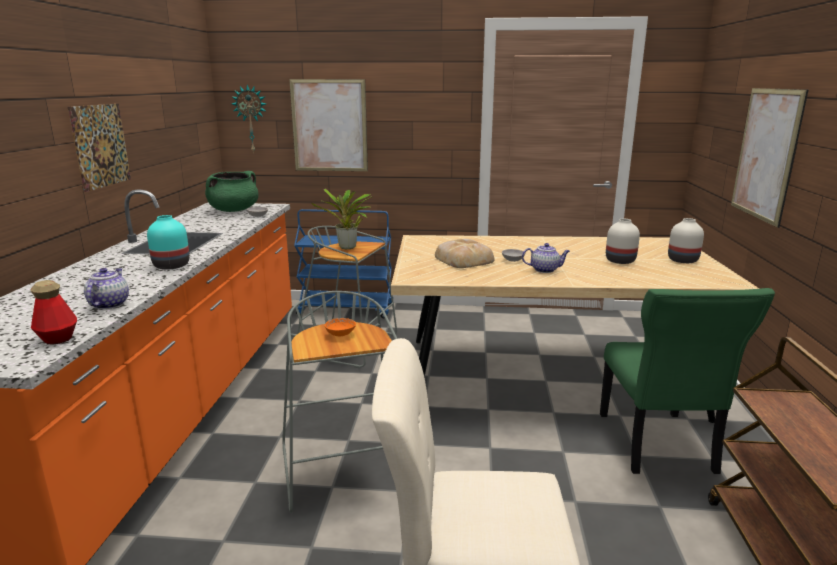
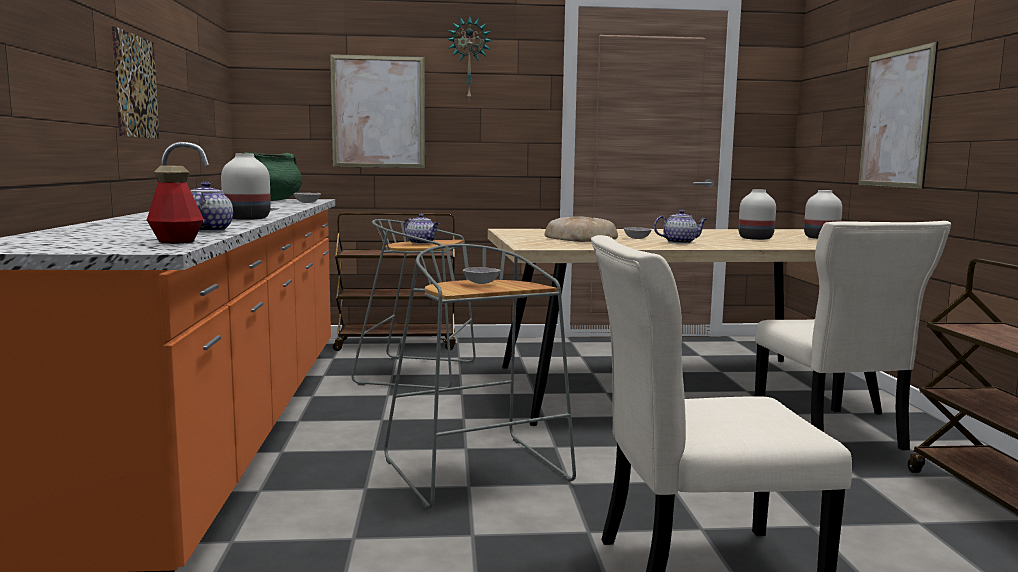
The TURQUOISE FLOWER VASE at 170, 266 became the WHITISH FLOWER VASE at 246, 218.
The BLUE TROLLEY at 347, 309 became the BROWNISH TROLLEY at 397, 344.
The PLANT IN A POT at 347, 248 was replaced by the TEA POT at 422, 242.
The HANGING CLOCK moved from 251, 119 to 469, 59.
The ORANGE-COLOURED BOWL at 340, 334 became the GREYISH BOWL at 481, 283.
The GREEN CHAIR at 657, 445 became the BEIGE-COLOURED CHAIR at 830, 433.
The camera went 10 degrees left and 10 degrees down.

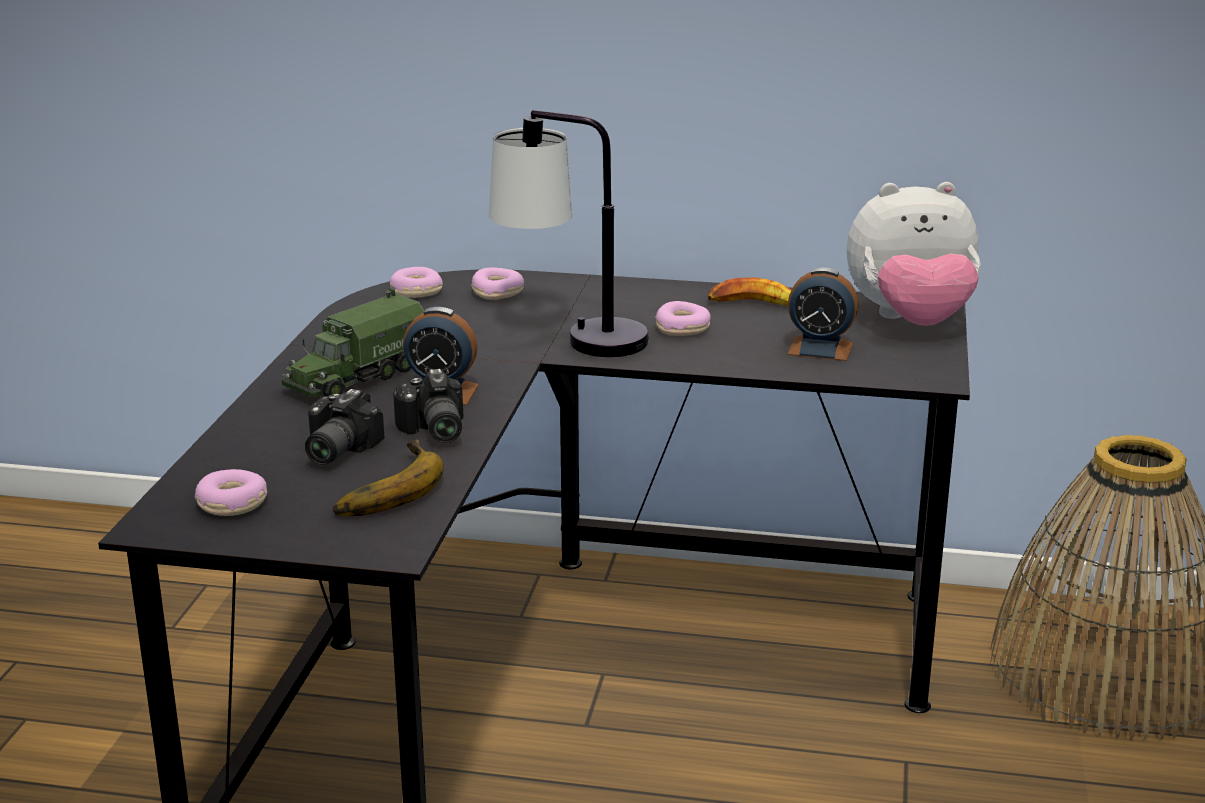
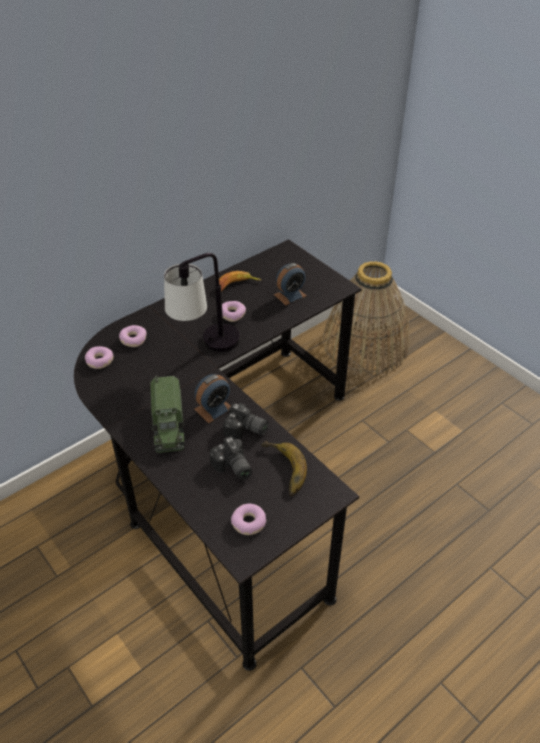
The CUDDLY TOY at 911, 322 disappeared.
The camera went 50 degrees left and 20 degrees up.

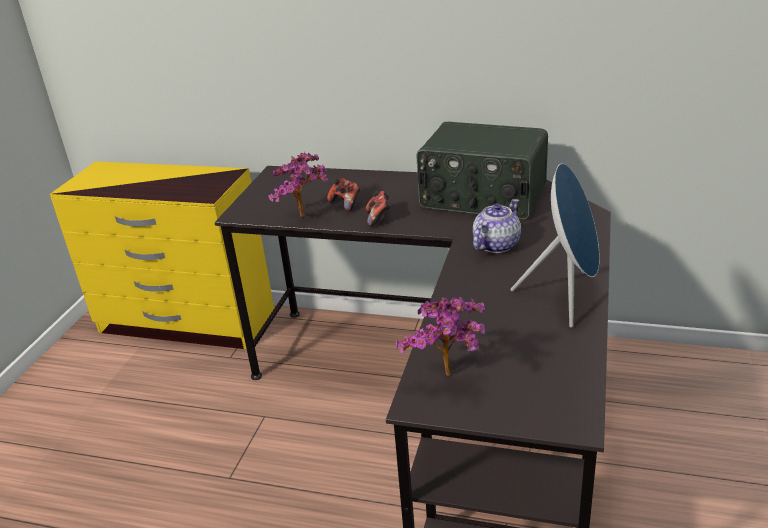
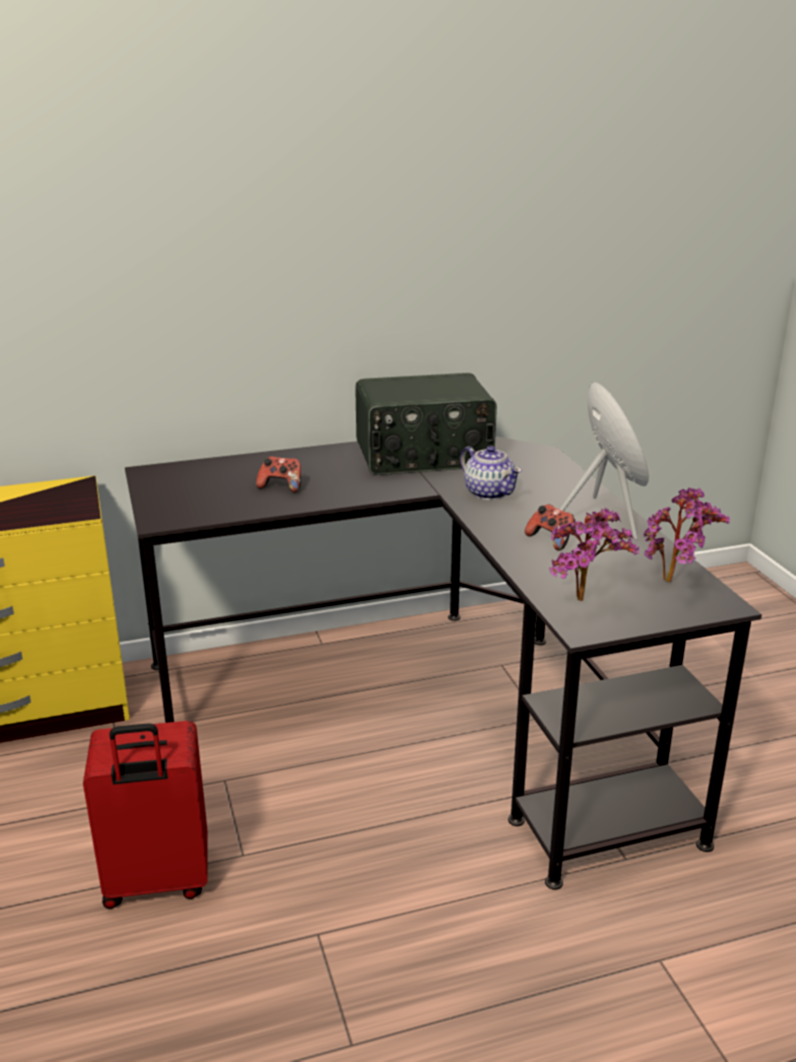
The RED TRAVEL CASE at 157, 882 appeared.
The TEA POT at 495, 245 turned 135 degrees clockwise.
The GAME CONTROLLER moved from 378, 218 to 551, 540.
The PLANT IN A POT moved from 305, 217 to 675, 582.
The camera went 35 degrees left and 5 degrees down.

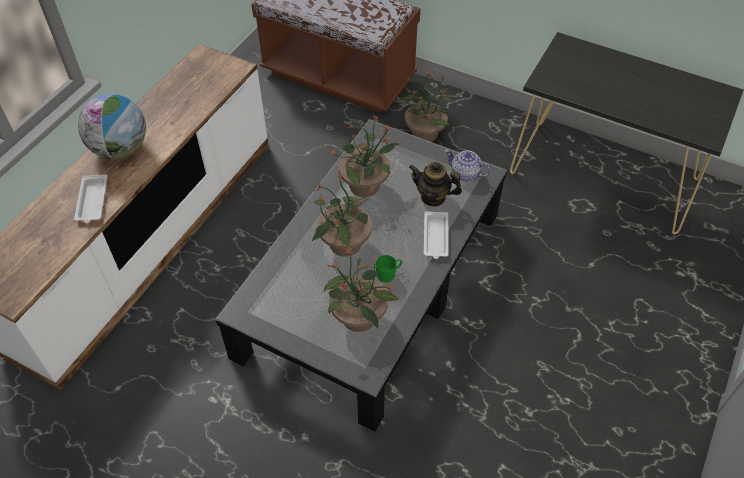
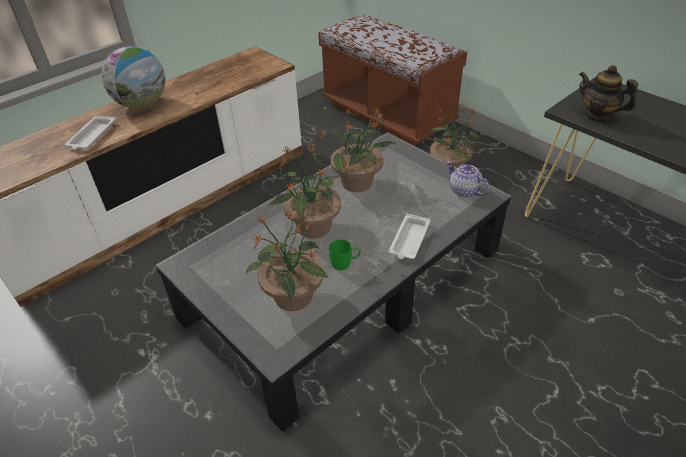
The TEA POT moved from 433, 197 to 598, 115.
The camera went 20 degrees right and 10 degrees down.

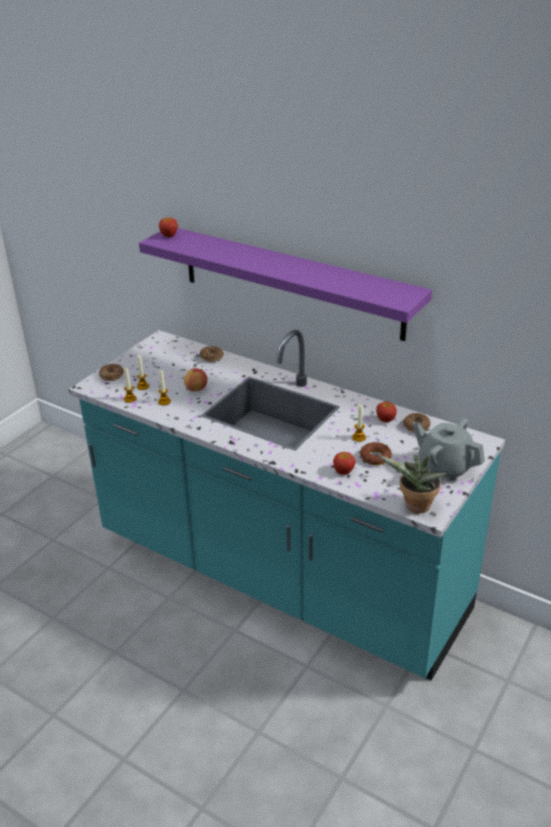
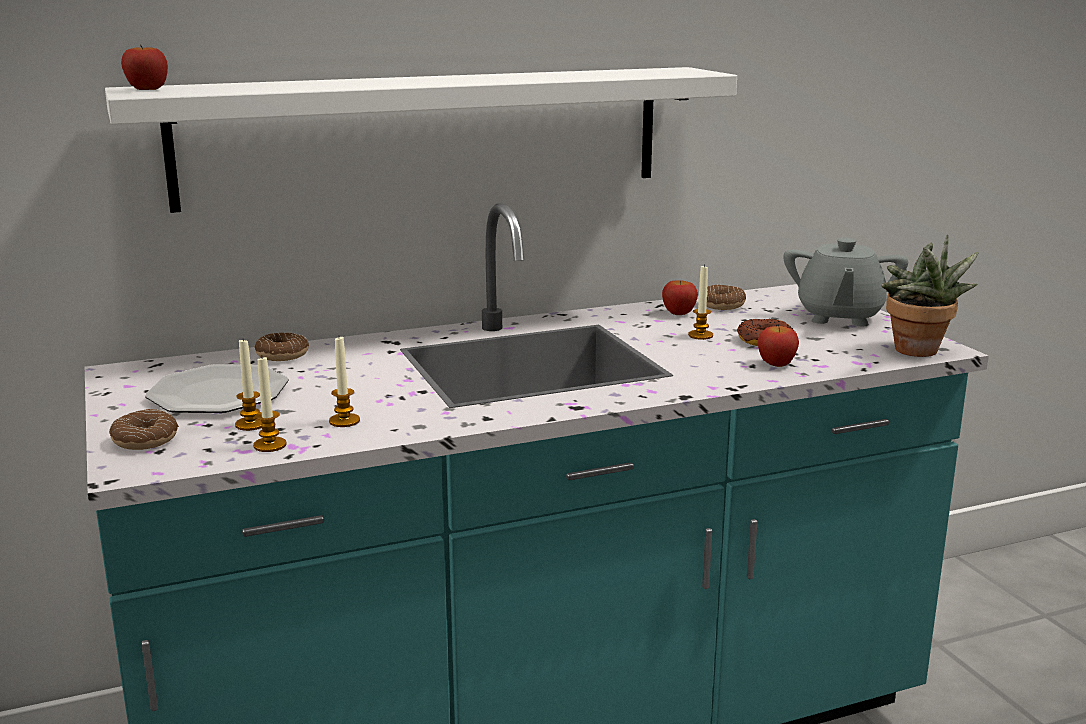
The PURPLE-COLOURED BRACKET SHELF at 290, 282 became the WHITISH BRACKET SHELF at 426, 135.
The PLATE at 218, 393 appeared.
The GREYISH TEA POT at 445, 466 turned 60 degrees counterclockwise.
The WHOLE APPLE at 196, 389 disappeared.
The camera went 55 degrees left and 15 degrees down.

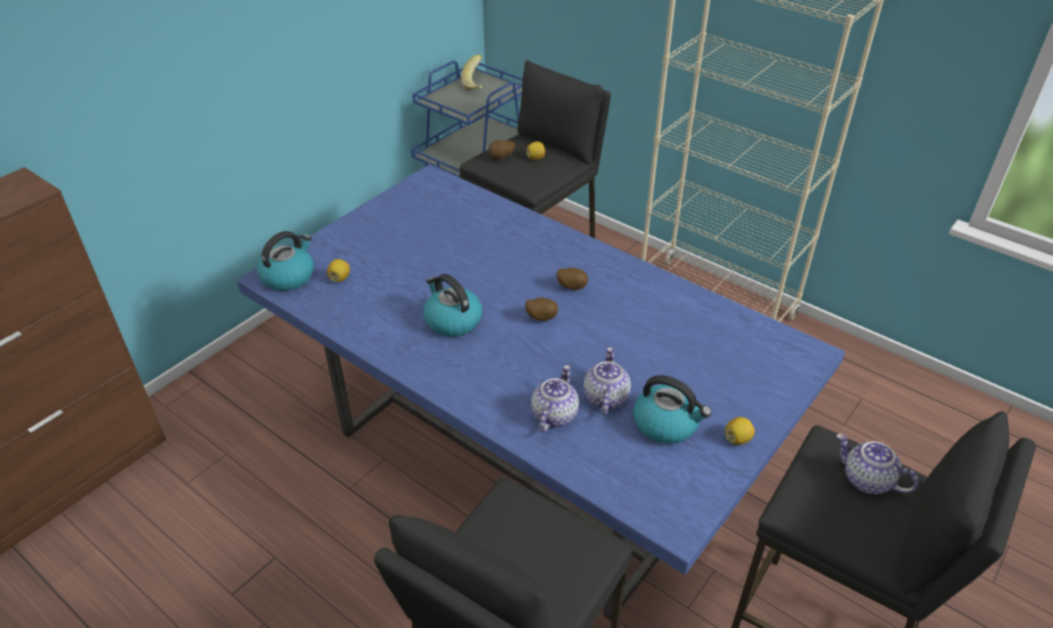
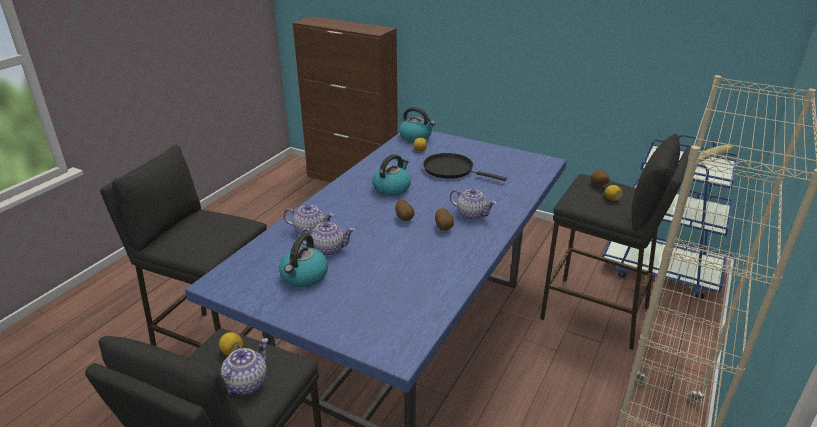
The WHOLE LEMON moved from 737, 439 to 232, 351.
The BLACKISH PAN at 451, 170 appeared.
The TEA POT at 472, 215 appeared.
The camera went 80 degrees right and 10 degrees down.

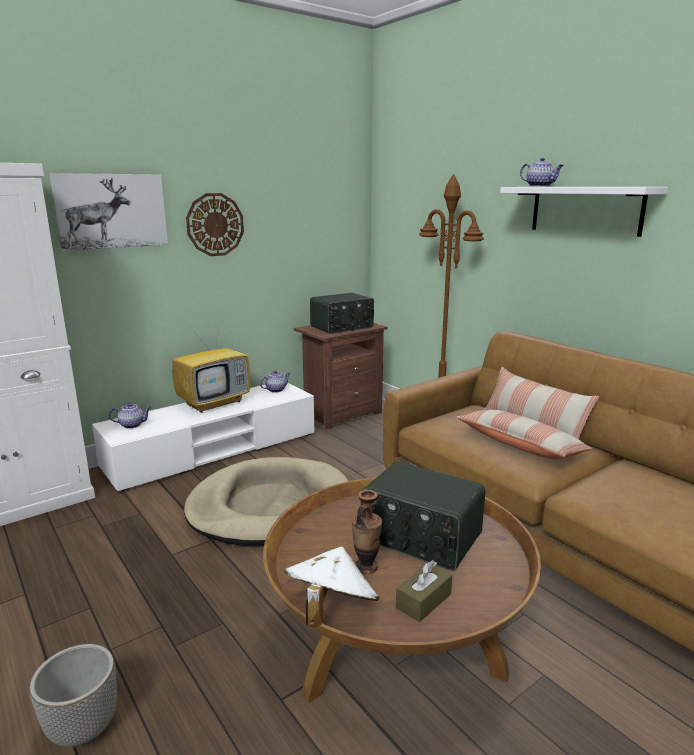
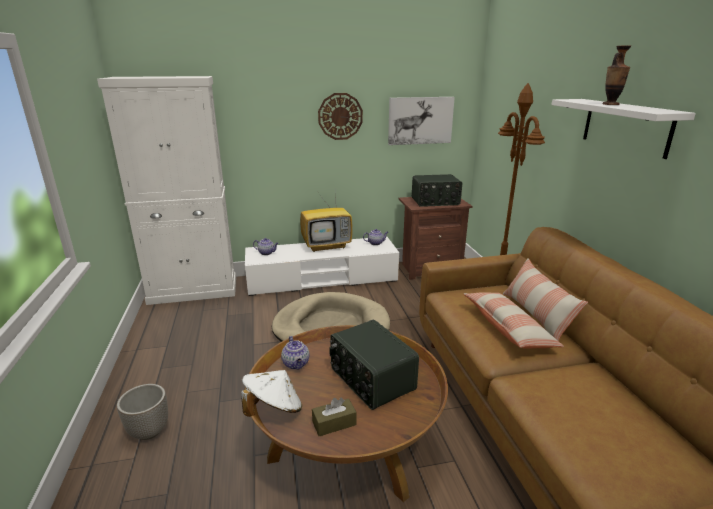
The TEA POT moved from 540, 186 to 296, 364.
The WALL ART moved from 111, 211 to 420, 120.
The FLOWER VASE moved from 366, 567 to 610, 104.
The camera went 25 degrees right and 5 degrees up.

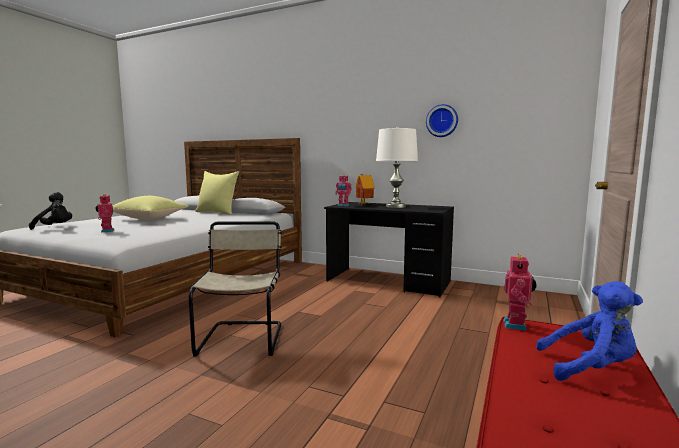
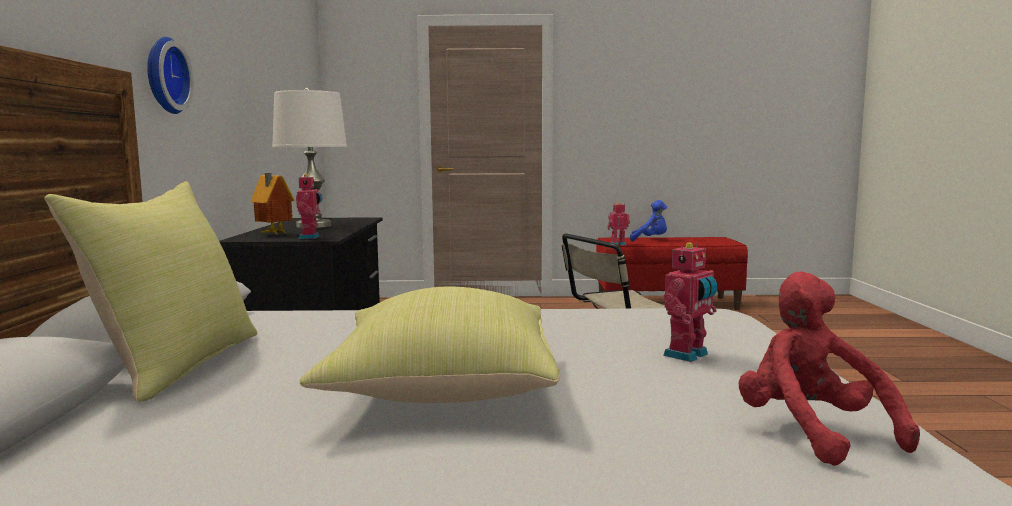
The HANGING CLOCK moved from 442, 121 to 163, 75.
The BLUE CUDDLY TOY at 590, 368 turned 120 degrees clockwise.
The BLACKISH CUDDLY TOY at 55, 227 became the RED CUDDLY TOY at 811, 432.
The camera went 115 degrees left and 0 degrees up.

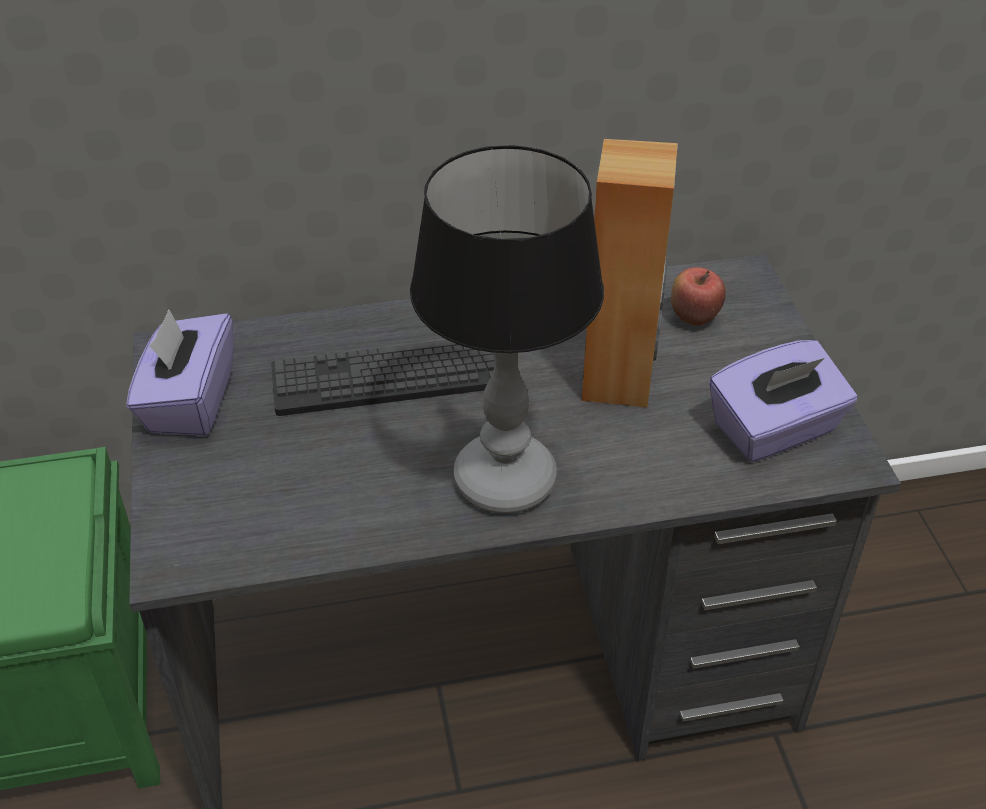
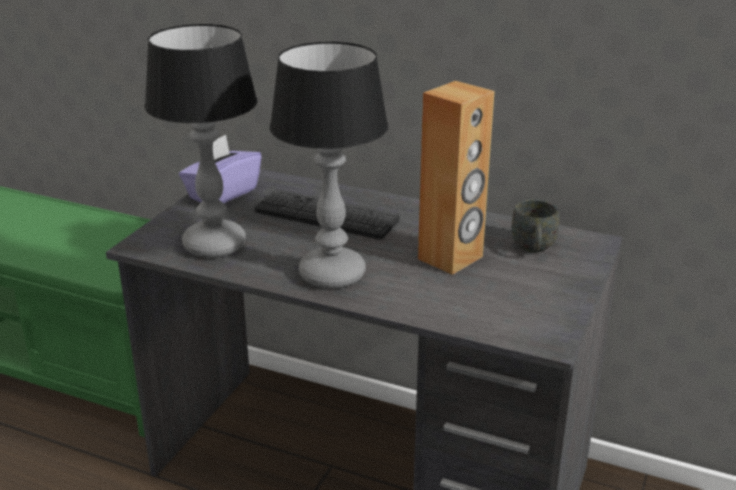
The TABLE LAMP at 214, 244 appeared.
The WHOLE APPLE at 693, 319 was replaced by the GREYISH COFFEE MUG at 533, 249.
The PURPLE-COLOURED TISSUE BOX at 775, 430 disappeared.
The camera went 35 degrees right and 15 degrees down.

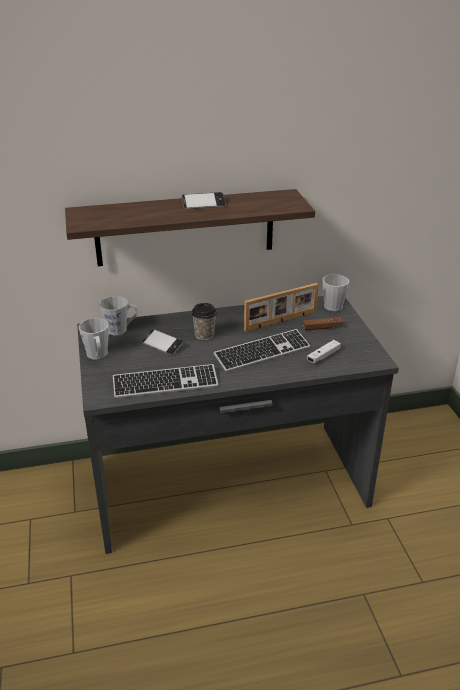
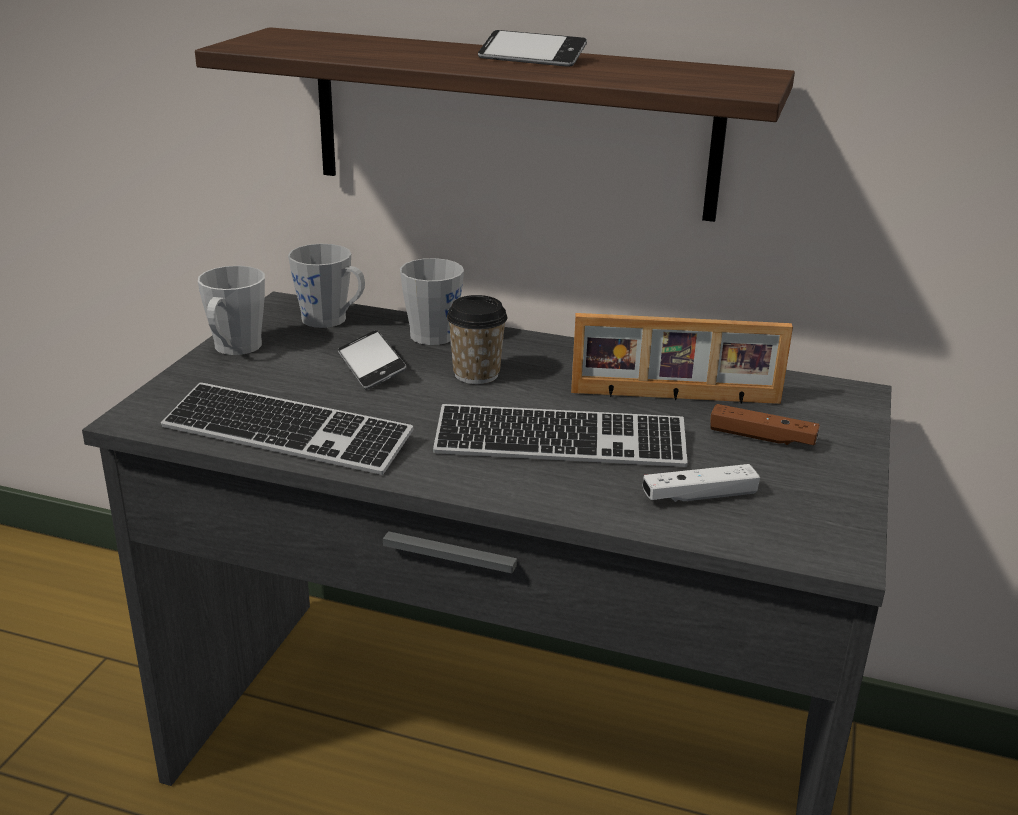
The GREYISH COFFEE MUG moved from 331, 304 to 435, 331.
The camera went 30 degrees right and 5 degrees down.

